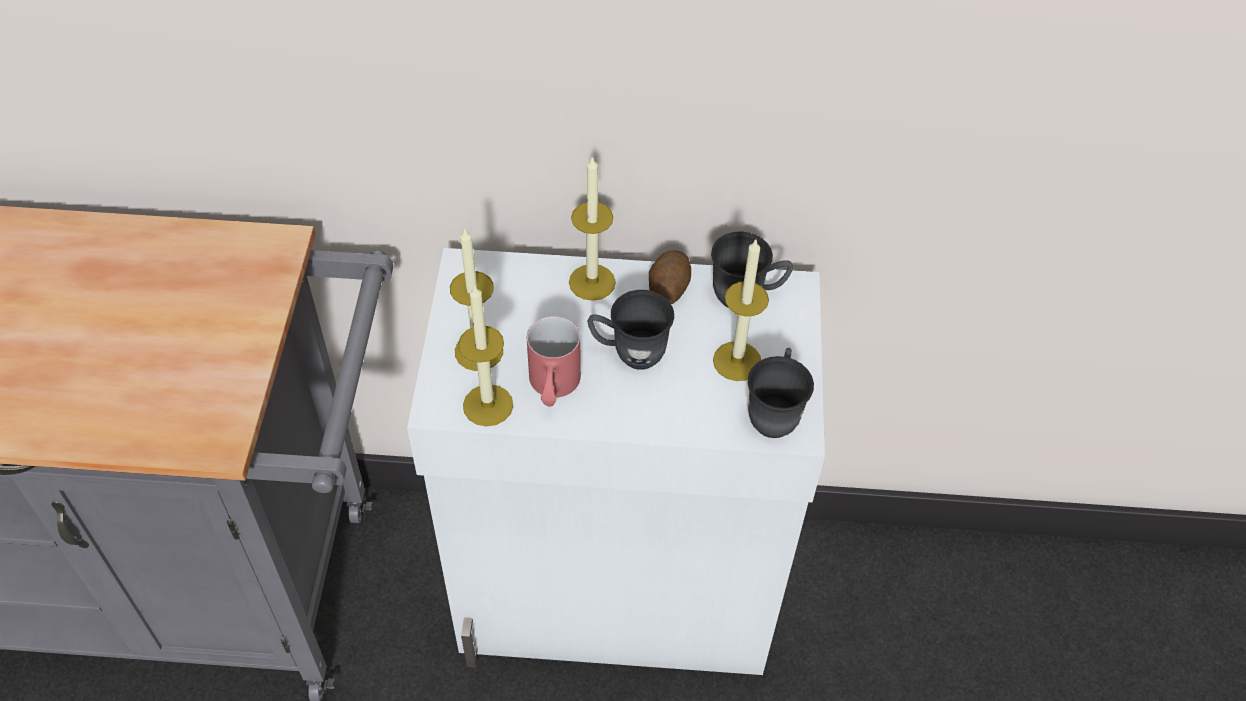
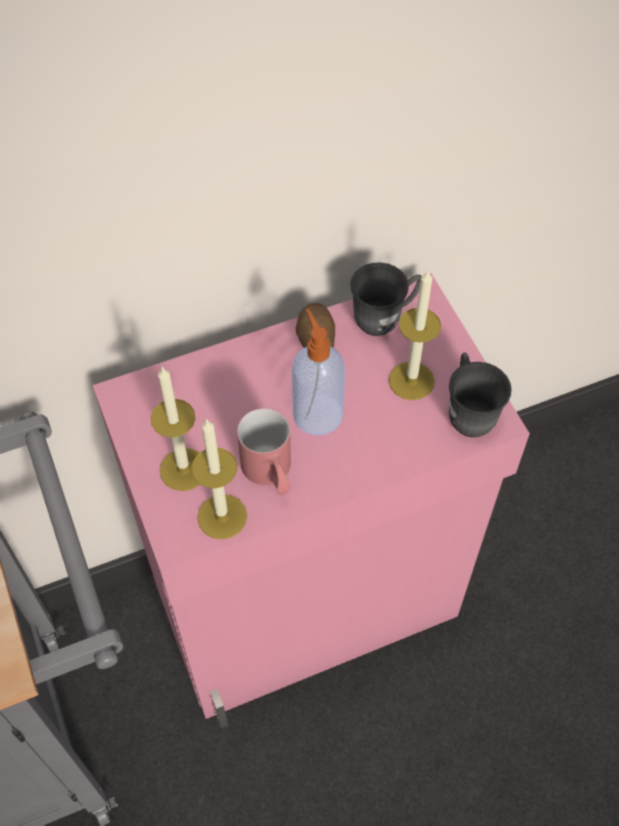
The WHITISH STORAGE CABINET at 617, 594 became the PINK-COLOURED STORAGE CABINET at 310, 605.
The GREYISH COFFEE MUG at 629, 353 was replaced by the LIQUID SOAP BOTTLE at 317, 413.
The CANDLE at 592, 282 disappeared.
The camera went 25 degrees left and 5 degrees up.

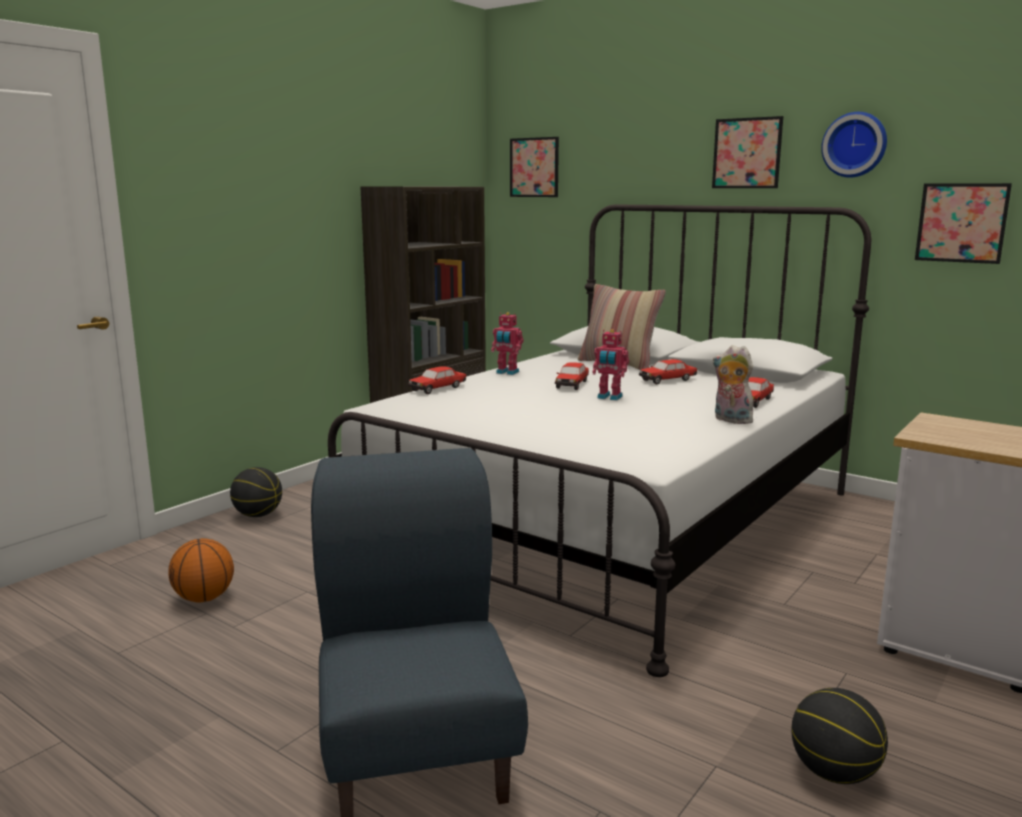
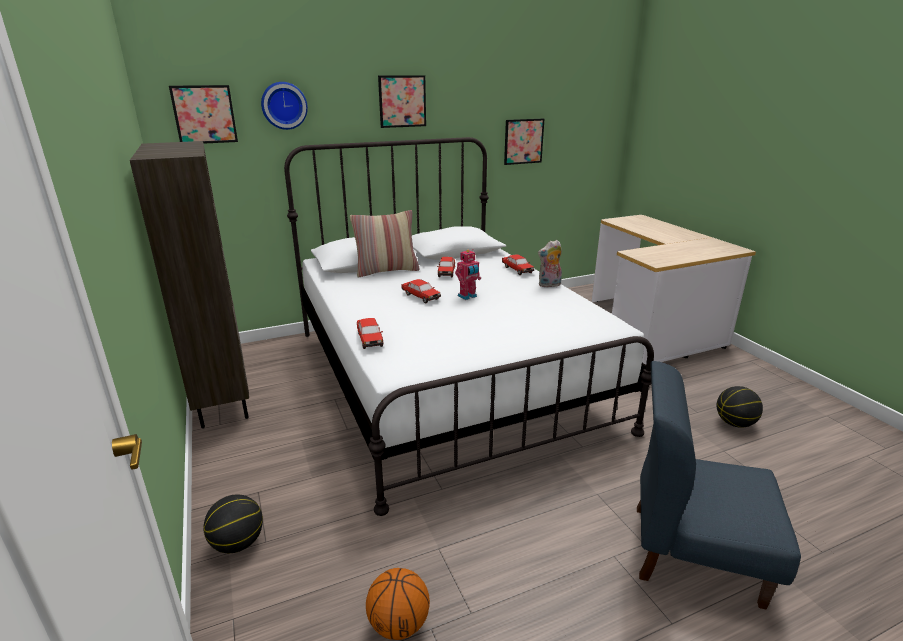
The HANGING CLOCK moved from 855, 145 to 284, 105.
The TOY ROBOT at 507, 372 disappeared.
The camera went 60 degrees left and 10 degrees up.

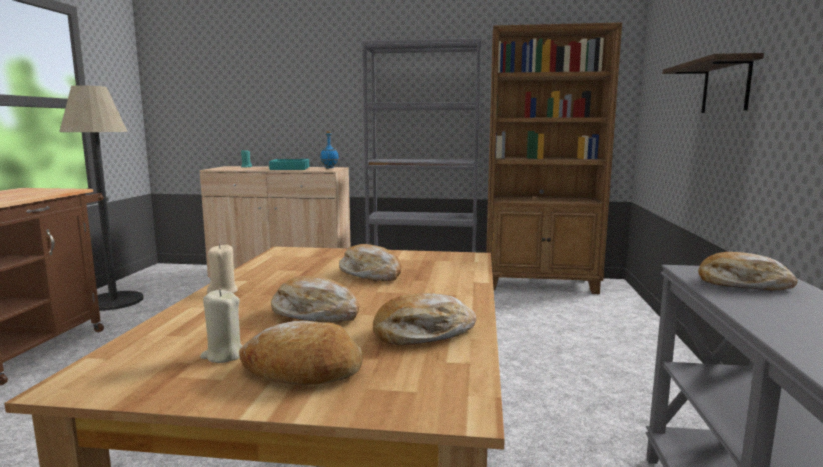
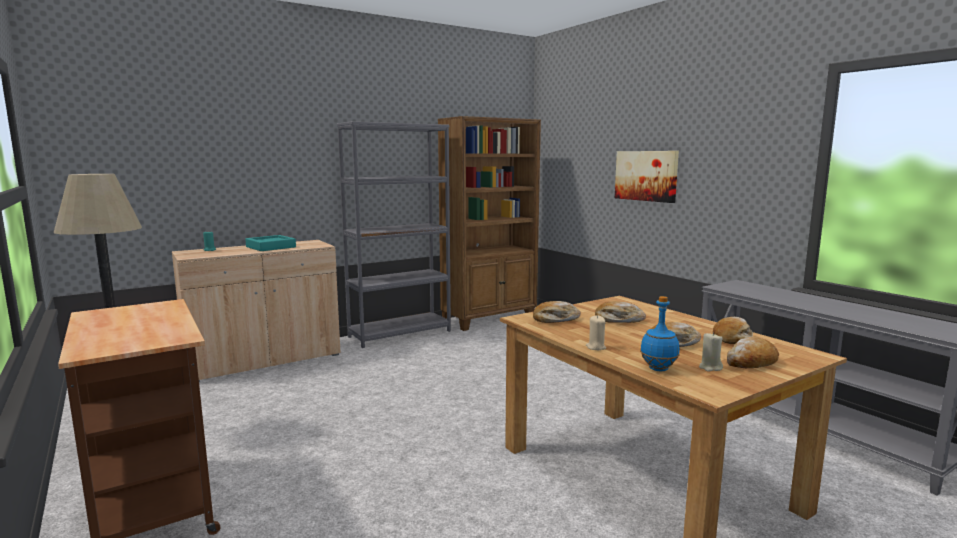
The BAKERY BREAD moved from 742, 284 to 555, 319.
The BRACKET SHELF at 725, 87 was replaced by the WALL ART at 646, 175.
The BLUE BOTTLE moved from 329, 168 to 658, 368.
The camera went 40 degrees left and 0 degrees up.

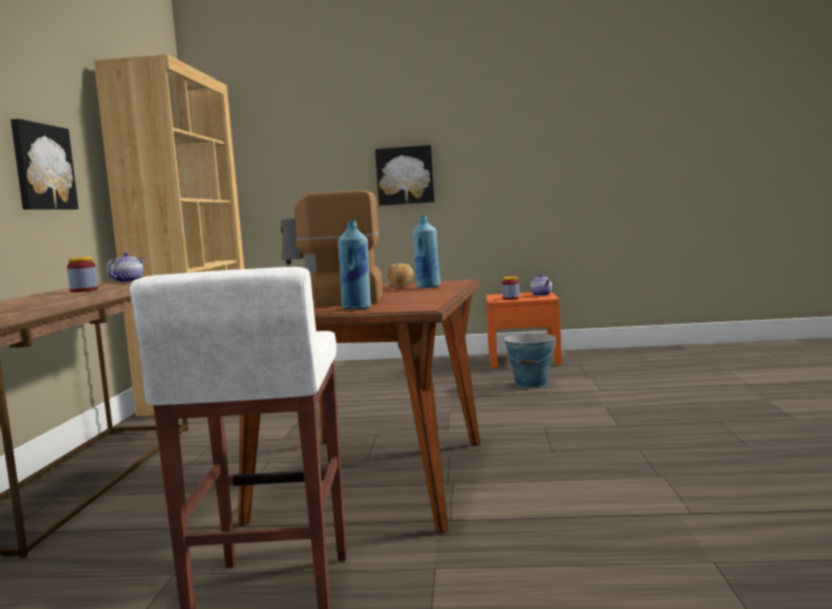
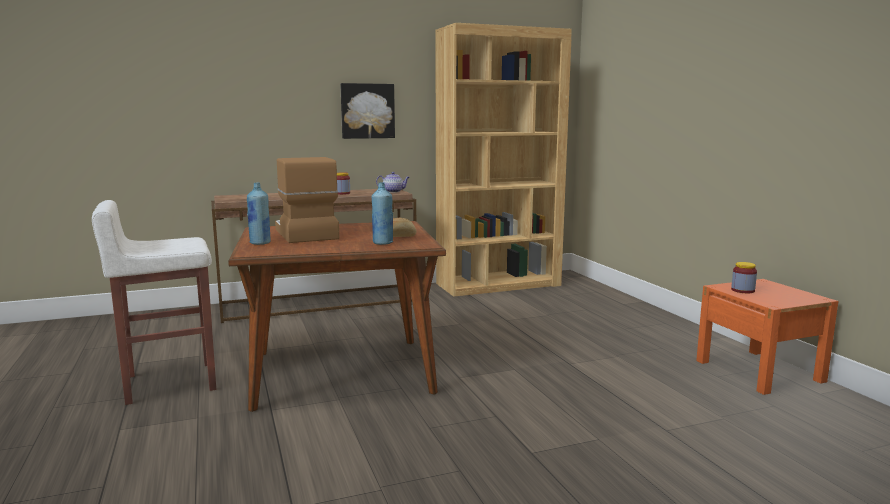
The WALL ART at 405, 175 disappeared.
The WATER BUCKET at 531, 384 disappeared.
The TEA POT at 541, 295 disappeared.
The camera went 65 degrees right and 5 degrees up.

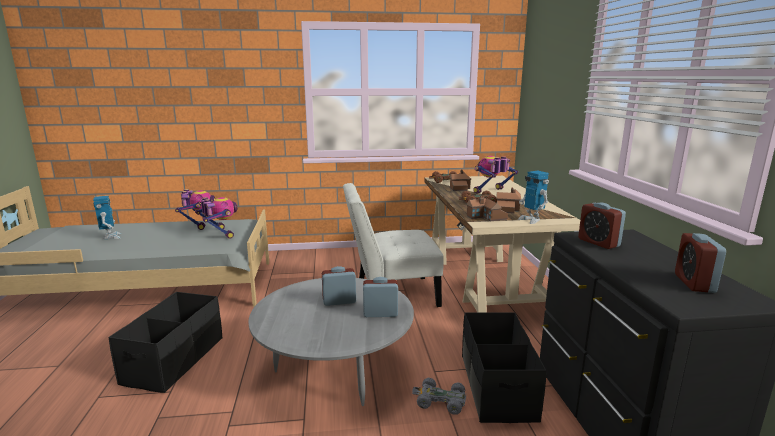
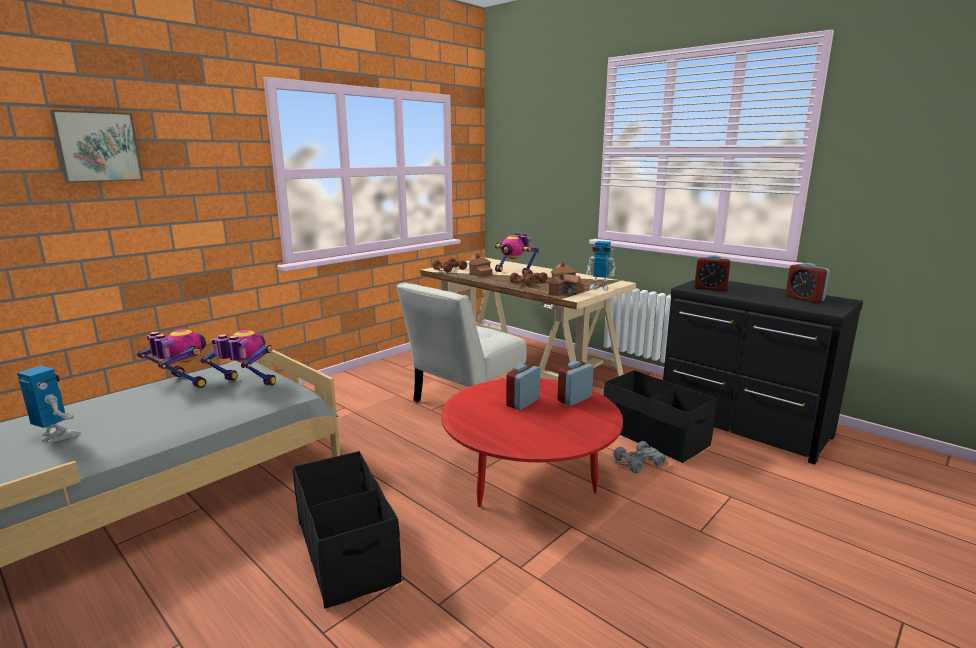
The WALL ART at 97, 147 appeared.
The GREYISH COFFEE TABLE at 334, 371 became the RED COFFEE TABLE at 529, 480.
The TOY ROBOT at 491, 192 turned 75 degrees counterclockwise.
The camera went 40 degrees left and 0 degrees up.

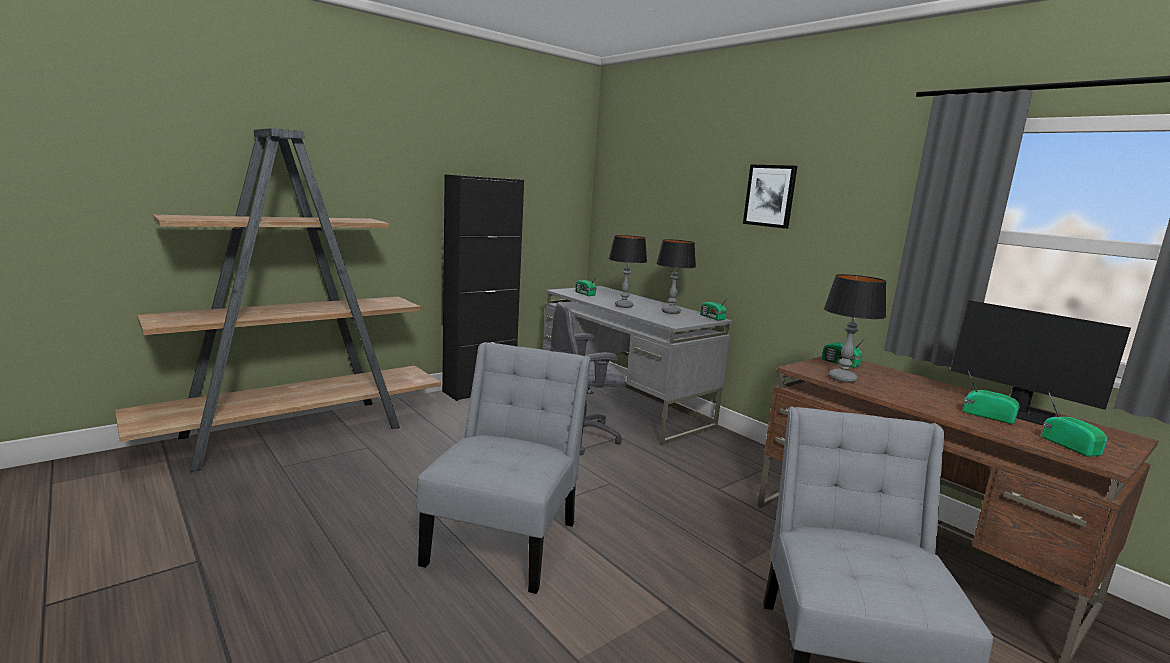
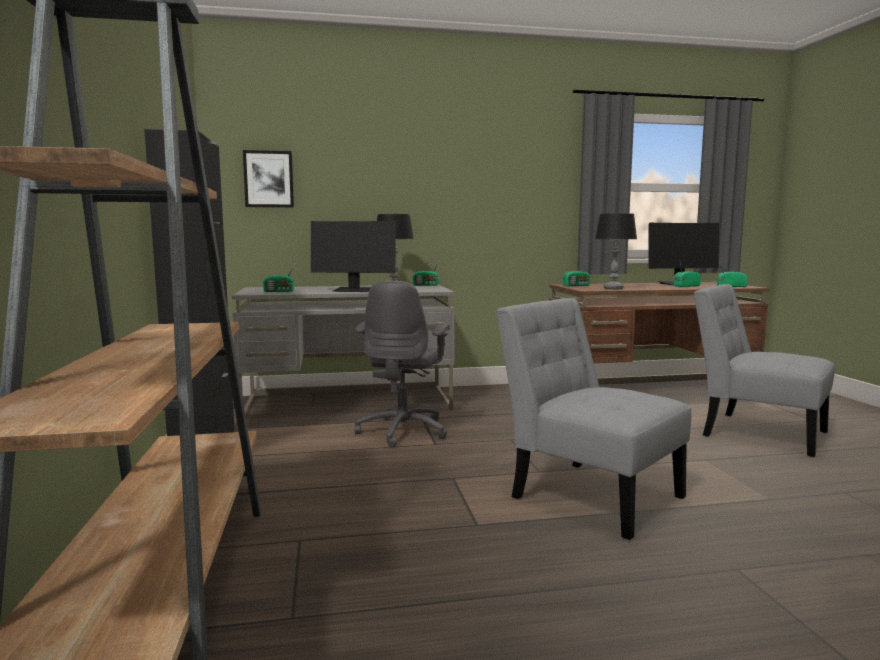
The WALL ART moved from 770, 196 to 268, 179.
The TABLE LAMP at 624, 306 was replaced by the COMPUTER SCREEN at 354, 290.
The camera went 60 degrees left and 5 degrees down.

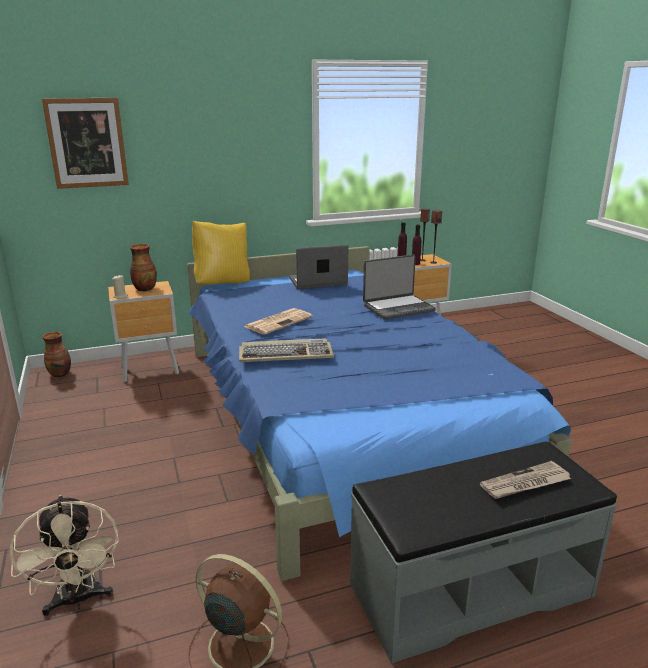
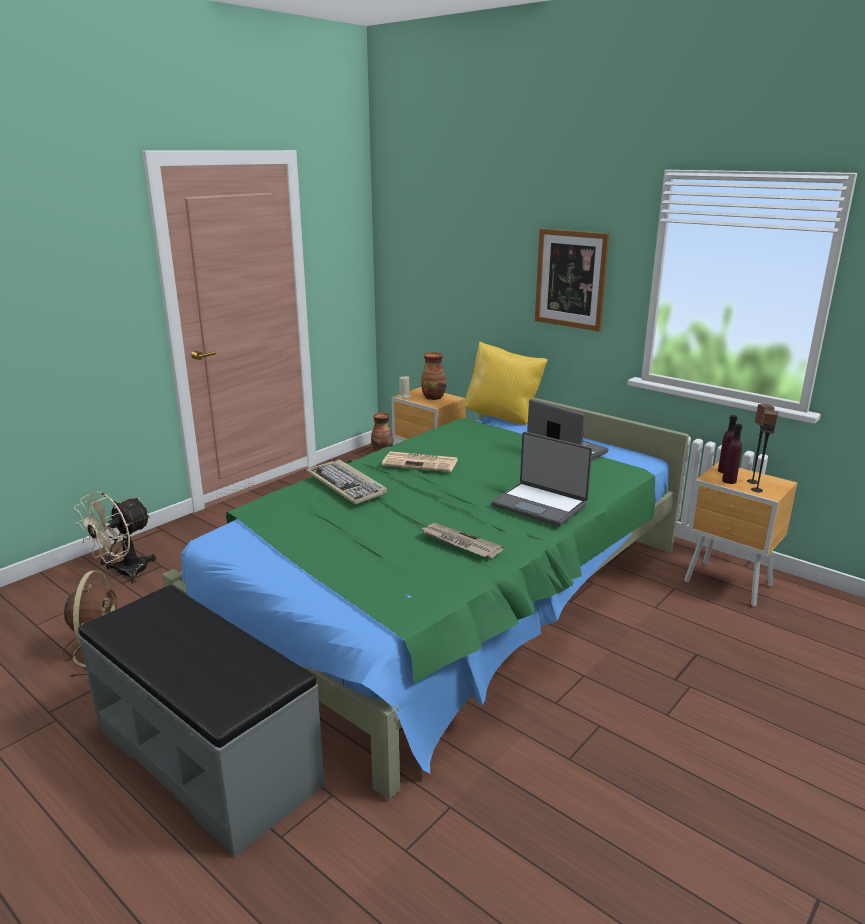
The BLUE BED at 339, 417 became the GREEN BED at 447, 595.
The NEWSPAPER moved from 525, 483 to 460, 543.
The WALL ART moved from 87, 143 to 571, 279.
The camera went 60 degrees right and 0 degrees up.

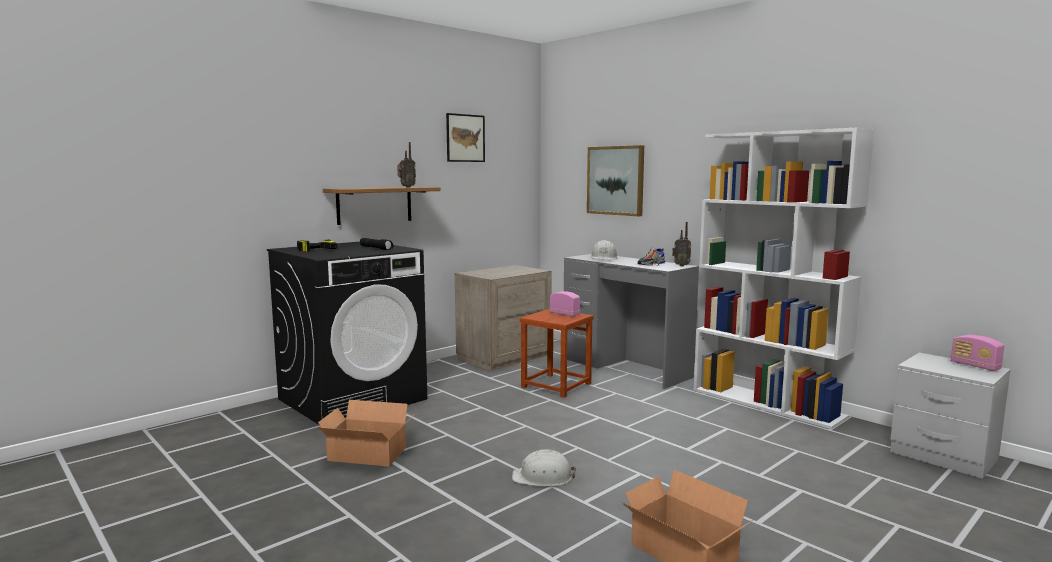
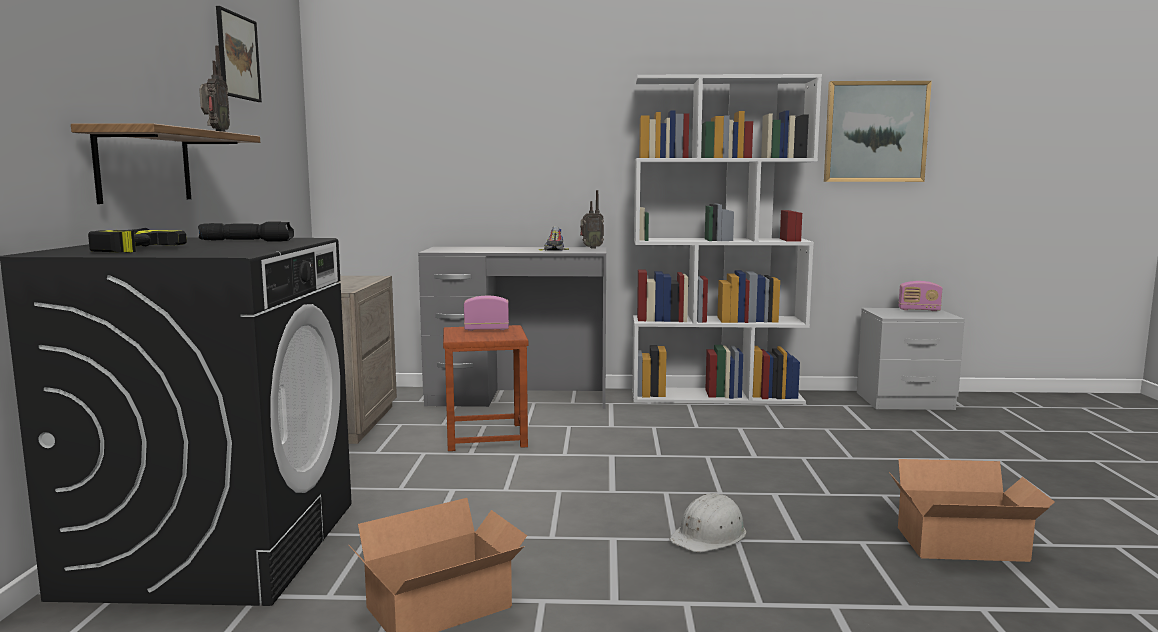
The WALL ART moved from 615, 180 to 875, 132.
The WHITISH SAFETY HELMET at 604, 258 disappeared.
The camera went 45 degrees left and 0 degrees up.

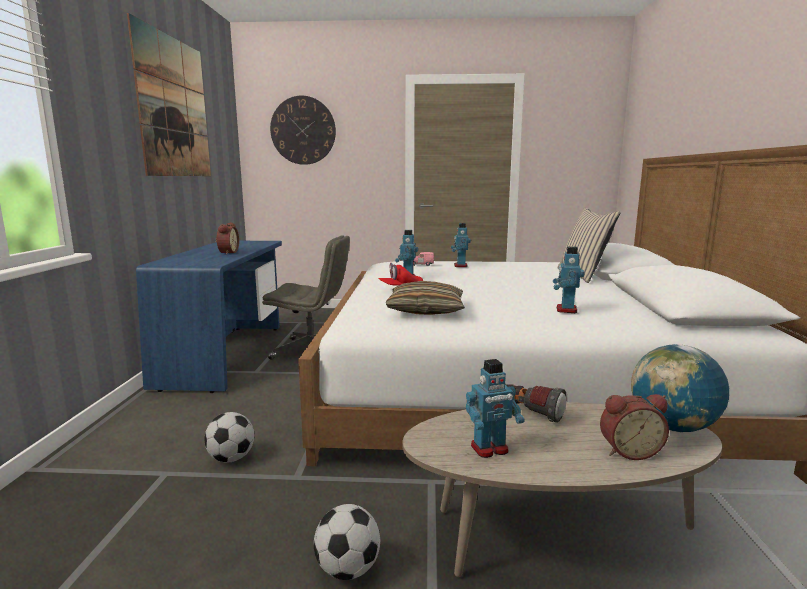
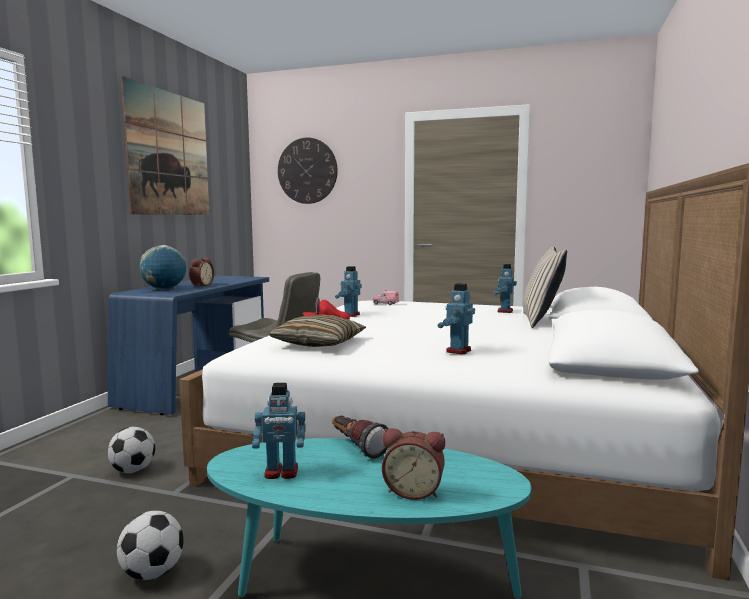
The DESK GLOBE moved from 672, 427 to 164, 289.
The BEIGE-COLOURED COFFEE TABLE at 553, 535 became the TURQUOISE COFFEE TABLE at 363, 579.
The TOY ROBOT moved from 460, 266 to 504, 311.
The camera went 15 degrees right and 5 degrees down.

